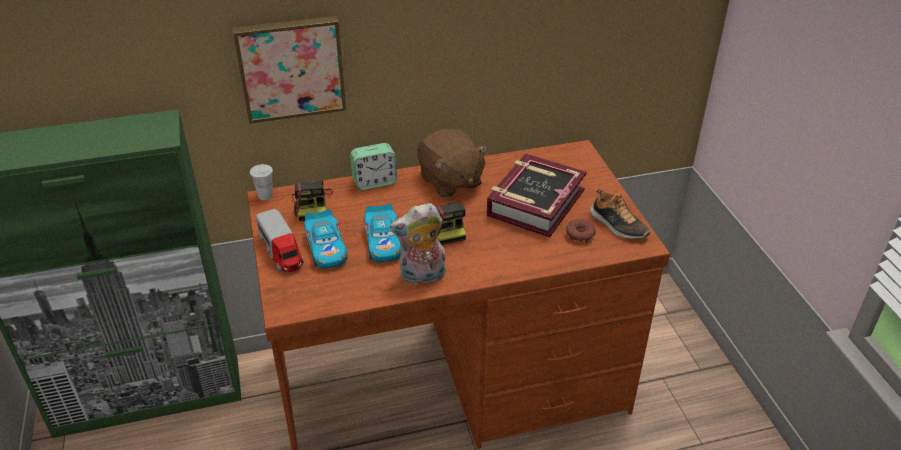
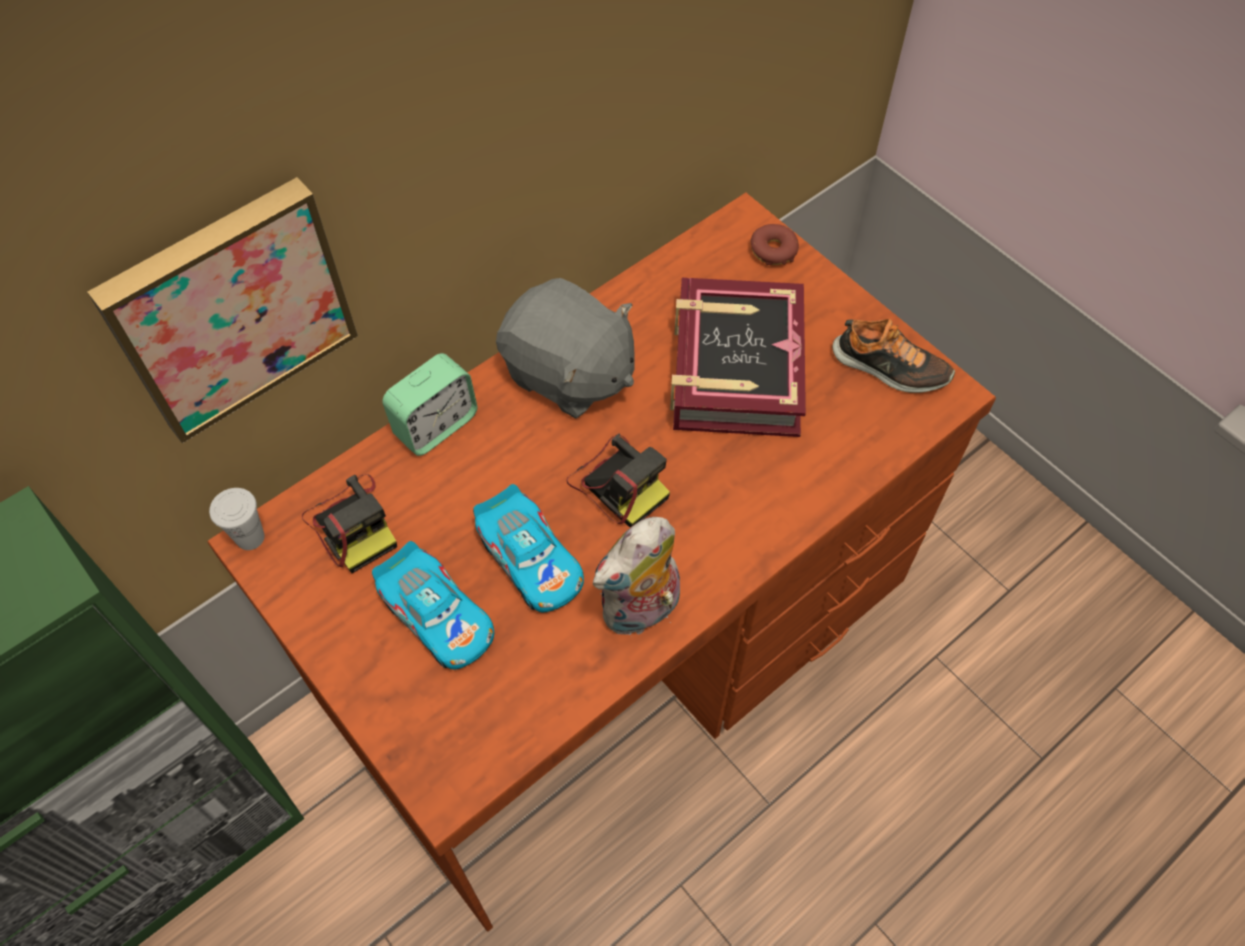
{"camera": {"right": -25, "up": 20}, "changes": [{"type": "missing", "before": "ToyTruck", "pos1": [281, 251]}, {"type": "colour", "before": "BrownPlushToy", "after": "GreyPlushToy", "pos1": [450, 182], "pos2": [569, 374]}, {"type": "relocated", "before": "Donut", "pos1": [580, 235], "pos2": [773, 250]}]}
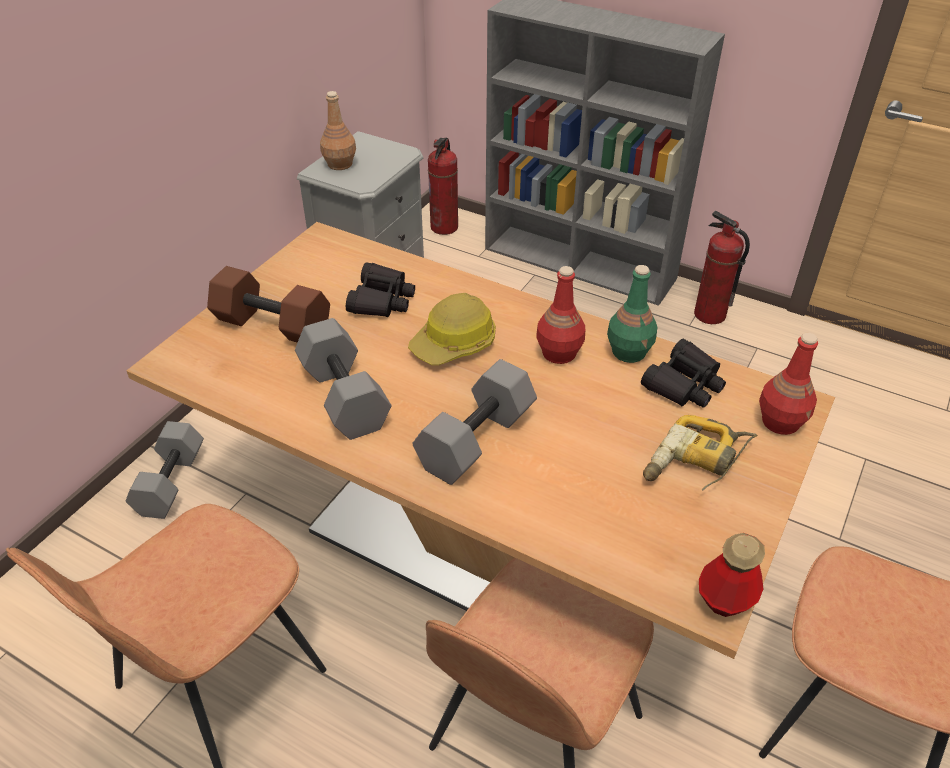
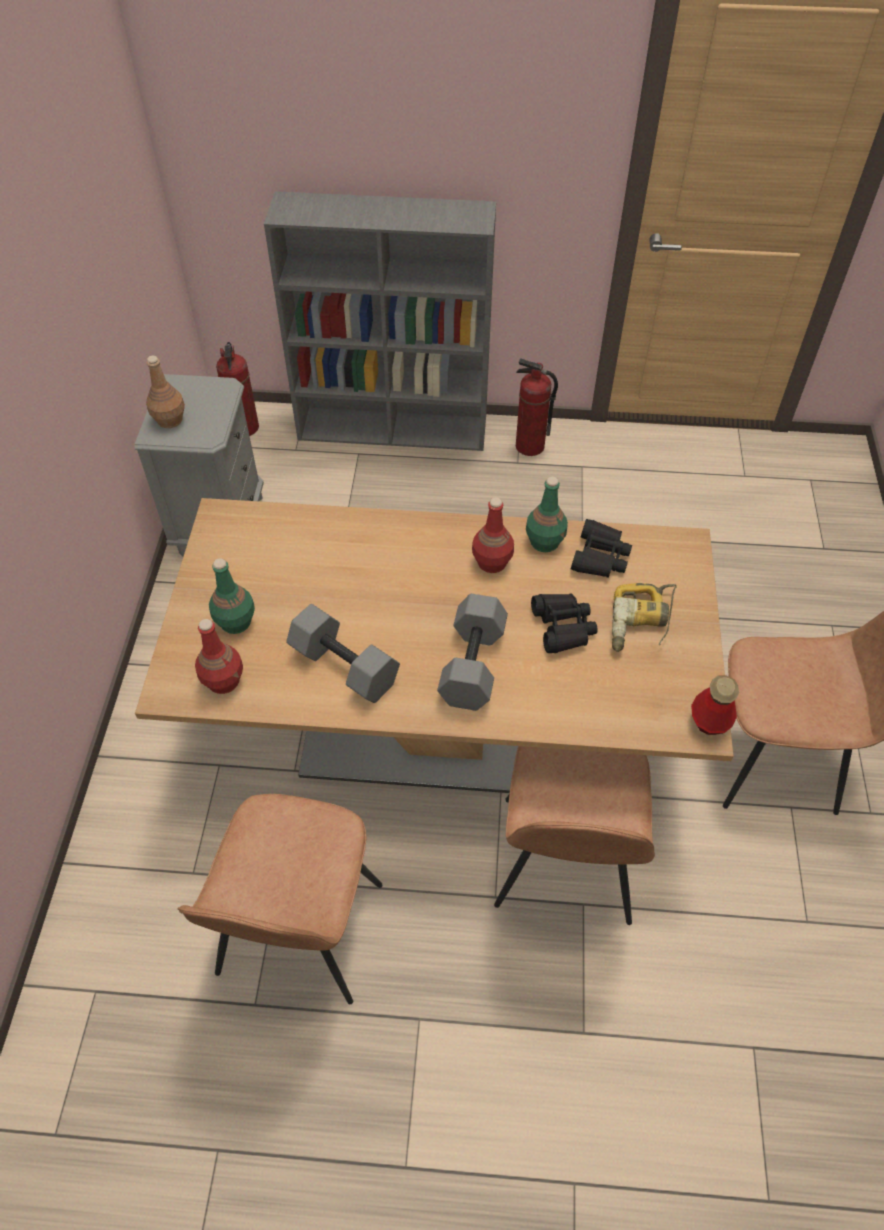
{"camera": {"right": -25, "up": 10}, "changes": [{"type": "missing", "before": "GreyDumbbell", "pos1": [169, 481]}, {"type": "exchanged", "before": "BrownDumbbell", "after": "GreenBottle", "pos1": [271, 326], "pos2": [235, 622]}, {"type": "relocated", "before": "BlackBinoculars", "pos1": [381, 300], "pos2": [563, 627]}, {"type": "missing", "before": "HardHat", "pos1": [454, 343]}, {"type": "relocated", "before": "RedBottle", "pos1": [780, 421], "pos2": [223, 680]}]}
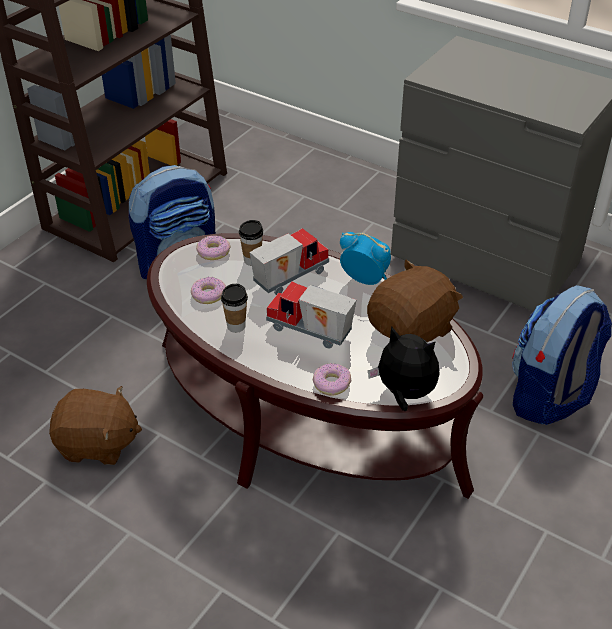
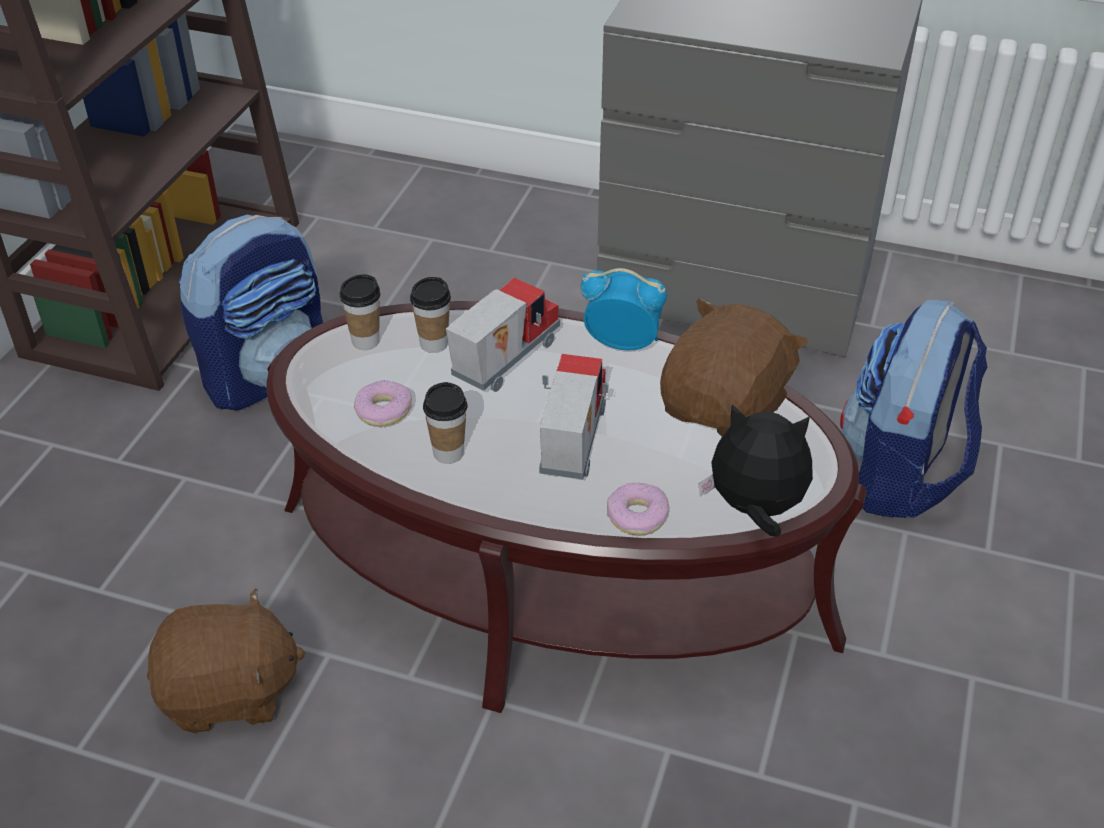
{"camera": {"right": -15, "up": 0}, "changes": [{"type": "exchanged", "before": "Donut", "after": "Cup", "pos1": [213, 252], "pos2": [365, 341]}, {"type": "spun", "before": "ToyTruck", "pos1": [309, 333], "pos2": [570, 442], "turn": 90}]}
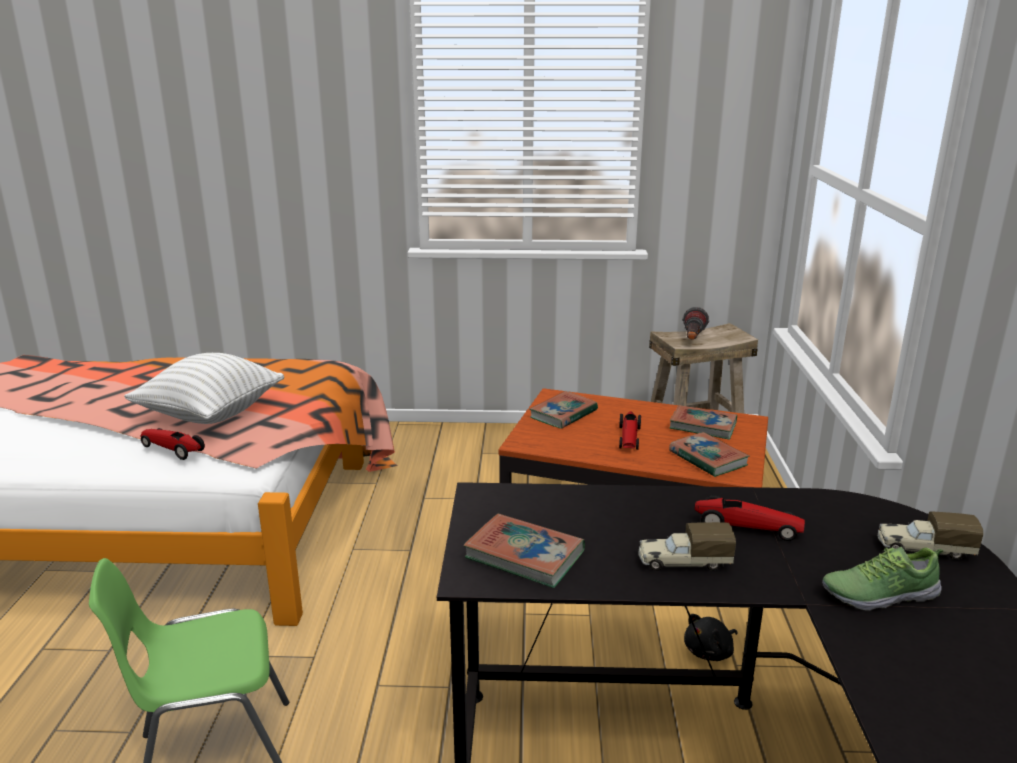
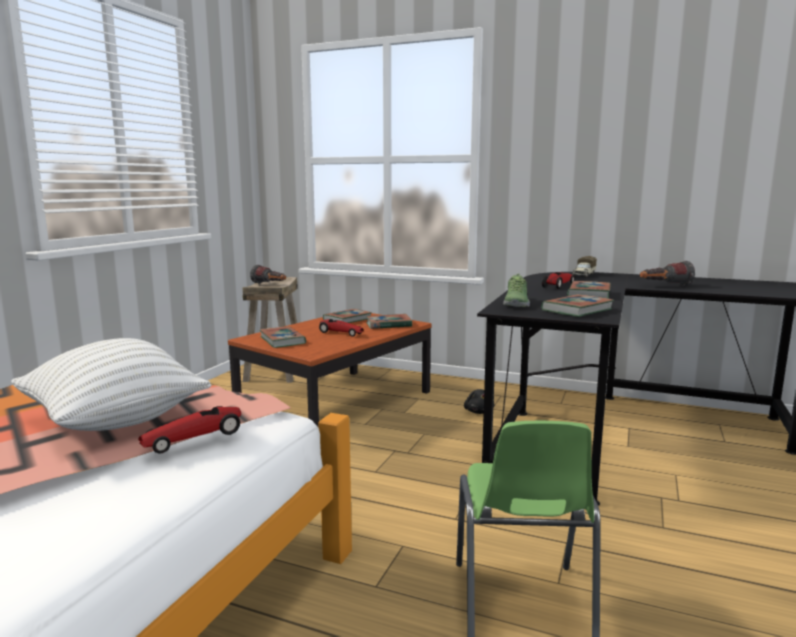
{"camera": {"right": -70, "up": -10}, "changes": [{"type": "exchanged", "before": "ToyTruck", "after": "Book", "pos1": [683, 562], "pos2": [589, 294]}, {"type": "relocated", "before": "Shoe", "pos1": [878, 594], "pos2": [515, 303]}, {"type": "appeared", "after": "Flashlight", "pos2": [664, 286]}]}
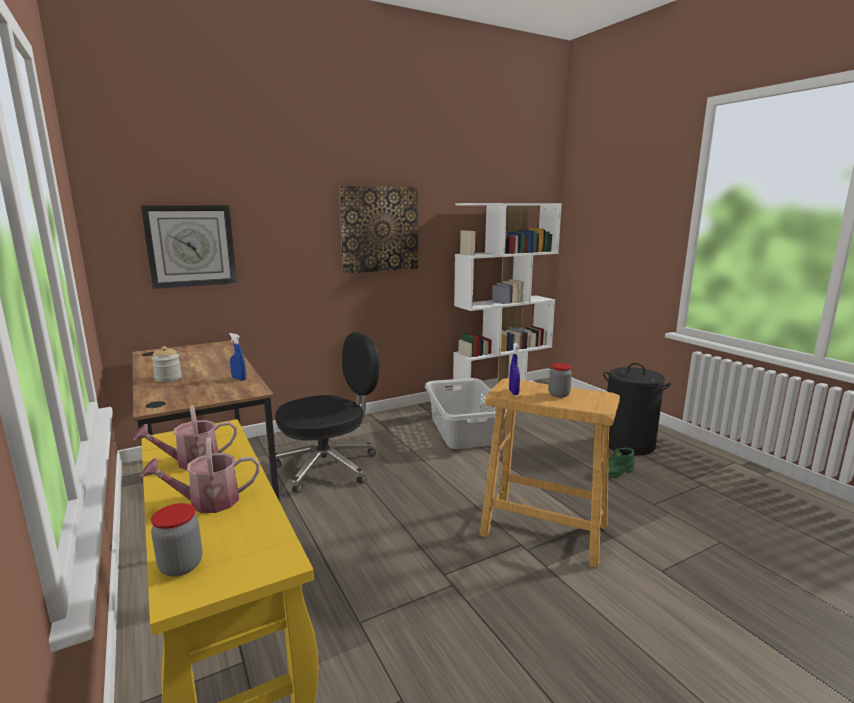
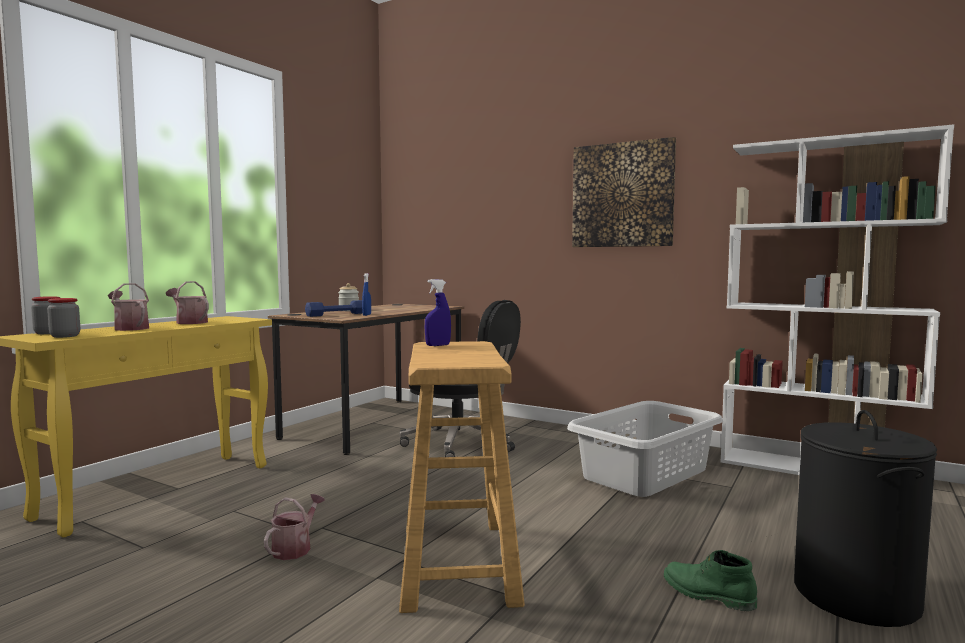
{"camera": {"right": 60, "up": -10}, "changes": [{"type": "missing", "before": "WallClock", "pos1": [191, 246]}, {"type": "relocated", "before": "Jar", "pos1": [559, 394], "pos2": [65, 336]}, {"type": "appeared", "after": "WateringCan", "pos2": [295, 548]}, {"type": "appeared", "after": "BlueDumbbell", "pos2": [337, 314]}]}
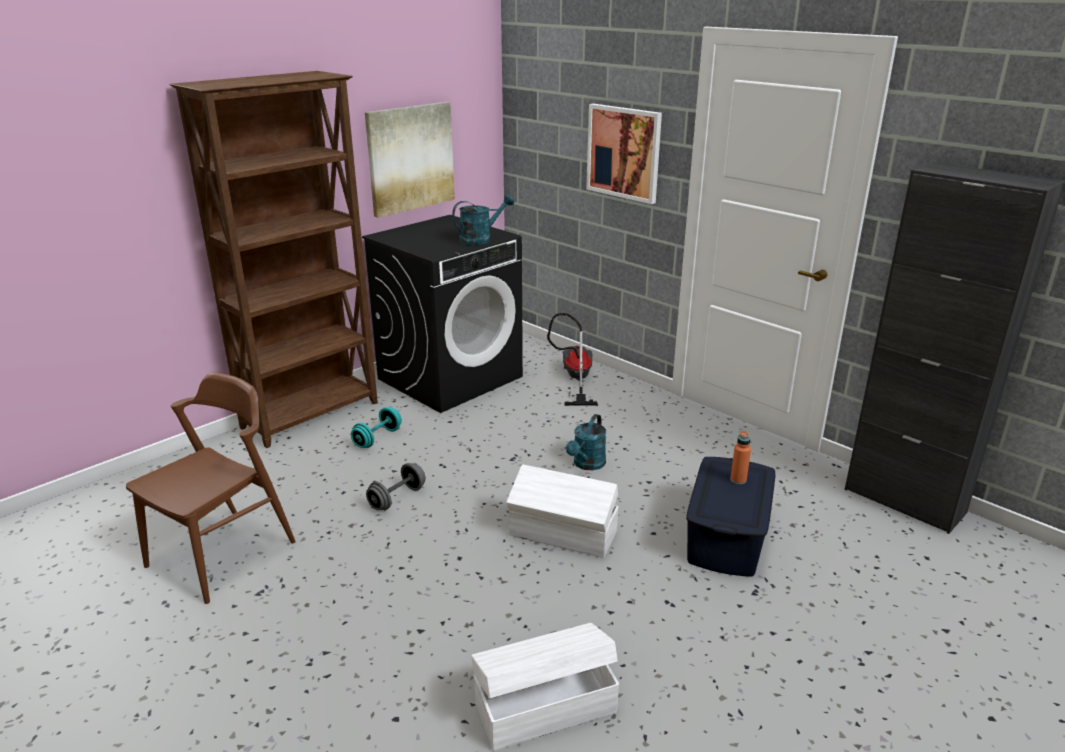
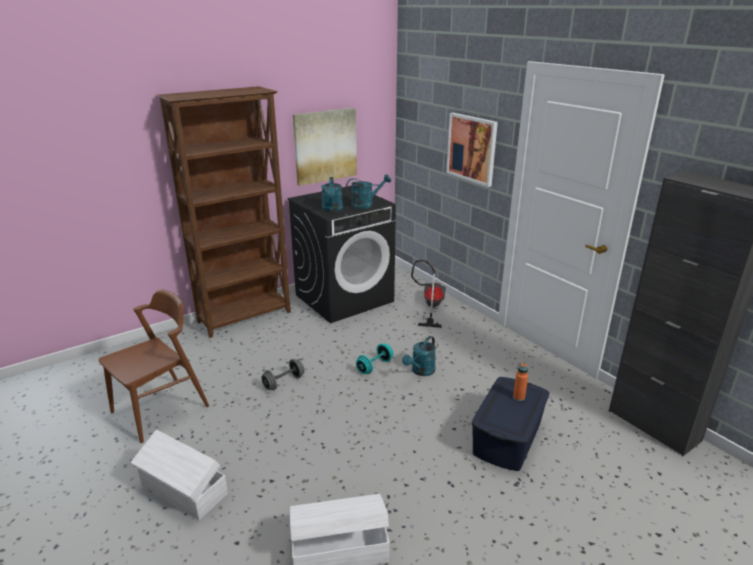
{"camera": {"right": 10, "up": 0}, "changes": [{"type": "relocated", "before": "TurquoiseDumbbell", "pos1": [377, 438], "pos2": [374, 366]}, {"type": "relocated", "before": "WhiteStorageBox", "pos1": [563, 534], "pos2": [184, 491]}, {"type": "appeared", "after": "TurquoiseWateringCan", "pos2": [332, 210]}]}
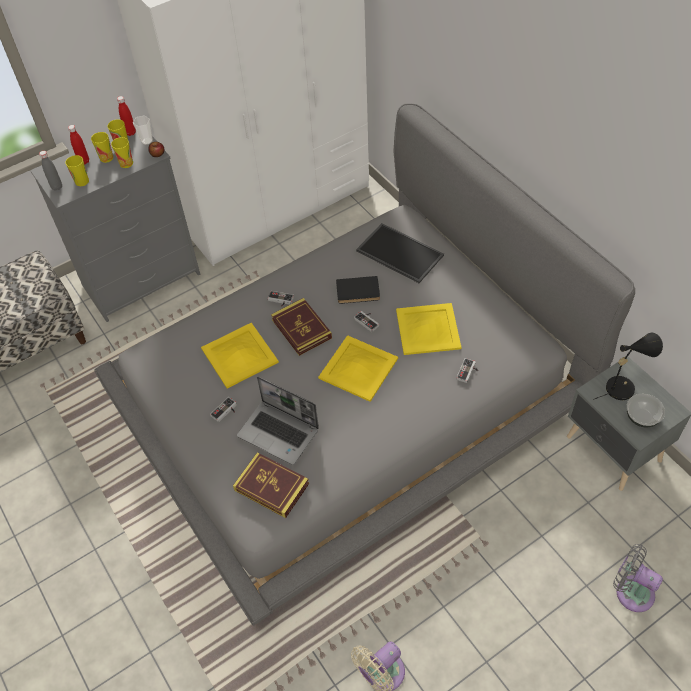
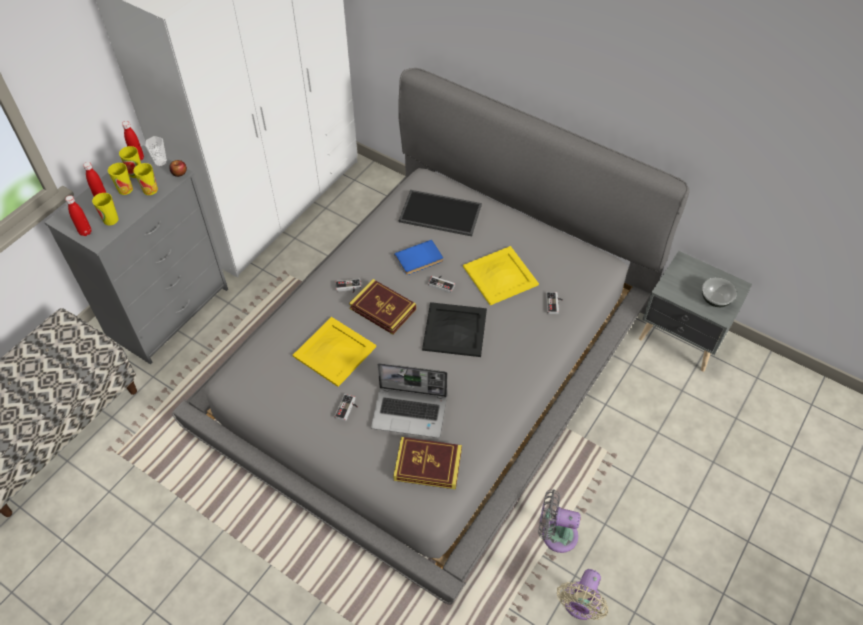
{"camera": {"right": -25, "up": 0}, "changes": [{"type": "colour", "before": "GreyBottle", "after": "RedBottle", "pos1": [57, 187], "pos2": [85, 232]}, {"type": "colour", "before": "YellowTray", "after": "BlackTray", "pos1": [359, 368], "pos2": [455, 329]}, {"type": "colour", "before": "BlackBook", "after": "BlueBook", "pos1": [358, 292], "pos2": [419, 260]}, {"type": "missing", "before": "BlackTableLamp", "pos1": [623, 386]}, {"type": "relocated", "before": "GreyFan", "pos1": [631, 591], "pos2": [555, 534]}]}
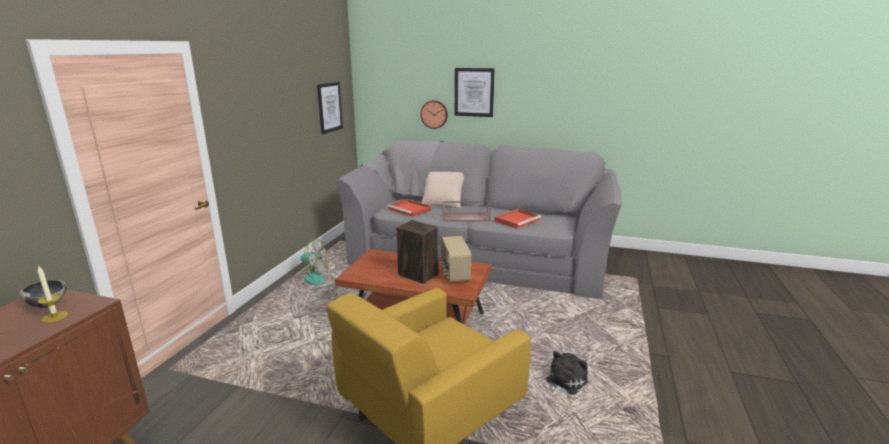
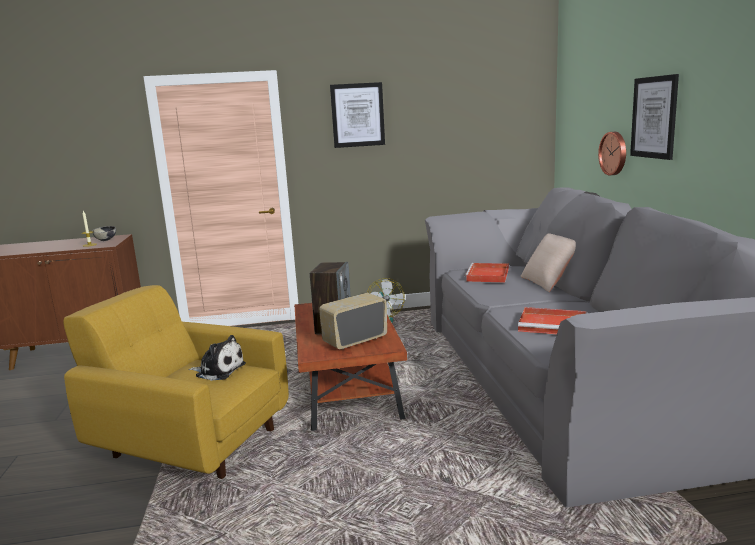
{"camera": {"right": 65, "up": -5}, "changes": [{"type": "relocated", "before": "Picture", "pos1": [329, 107], "pos2": [357, 115]}, {"type": "missing", "before": "BrownTray", "pos1": [466, 217]}, {"type": "relocated", "before": "PlushToy", "pos1": [564, 382], "pos2": [218, 370]}]}
